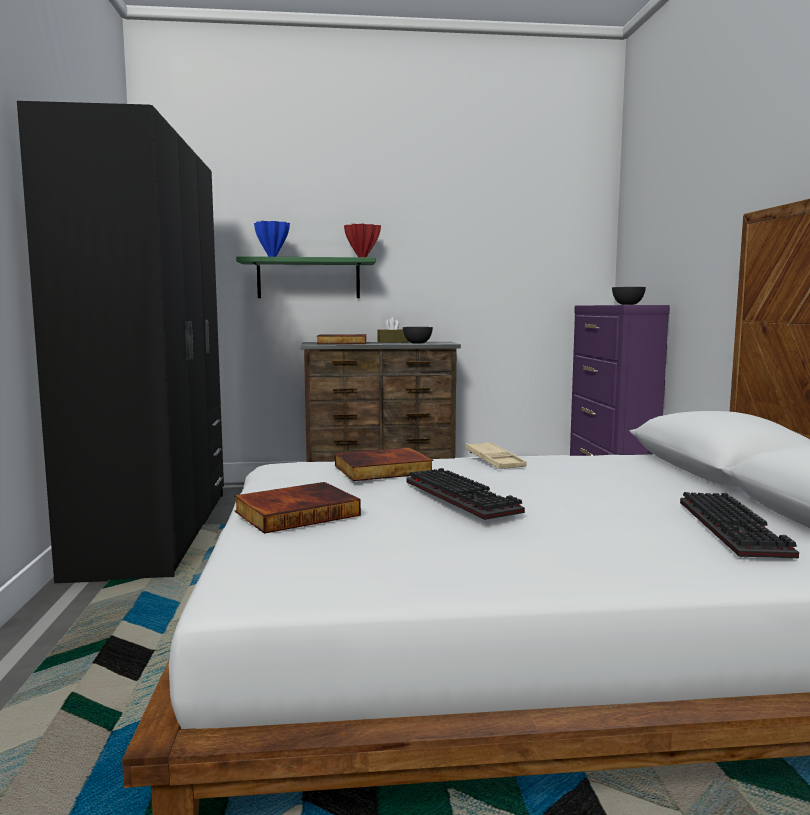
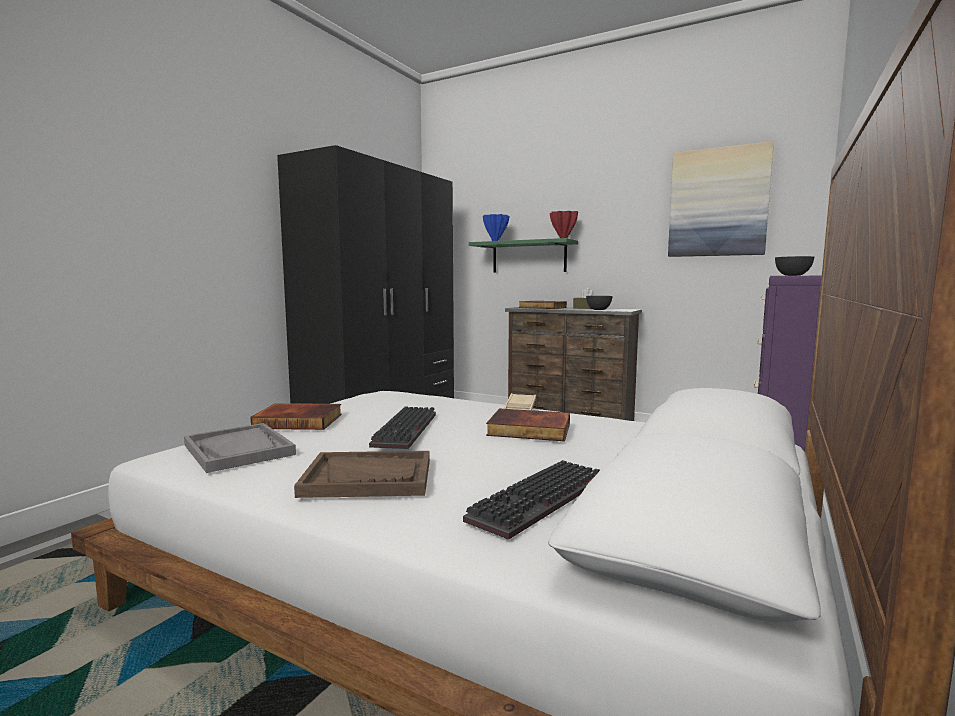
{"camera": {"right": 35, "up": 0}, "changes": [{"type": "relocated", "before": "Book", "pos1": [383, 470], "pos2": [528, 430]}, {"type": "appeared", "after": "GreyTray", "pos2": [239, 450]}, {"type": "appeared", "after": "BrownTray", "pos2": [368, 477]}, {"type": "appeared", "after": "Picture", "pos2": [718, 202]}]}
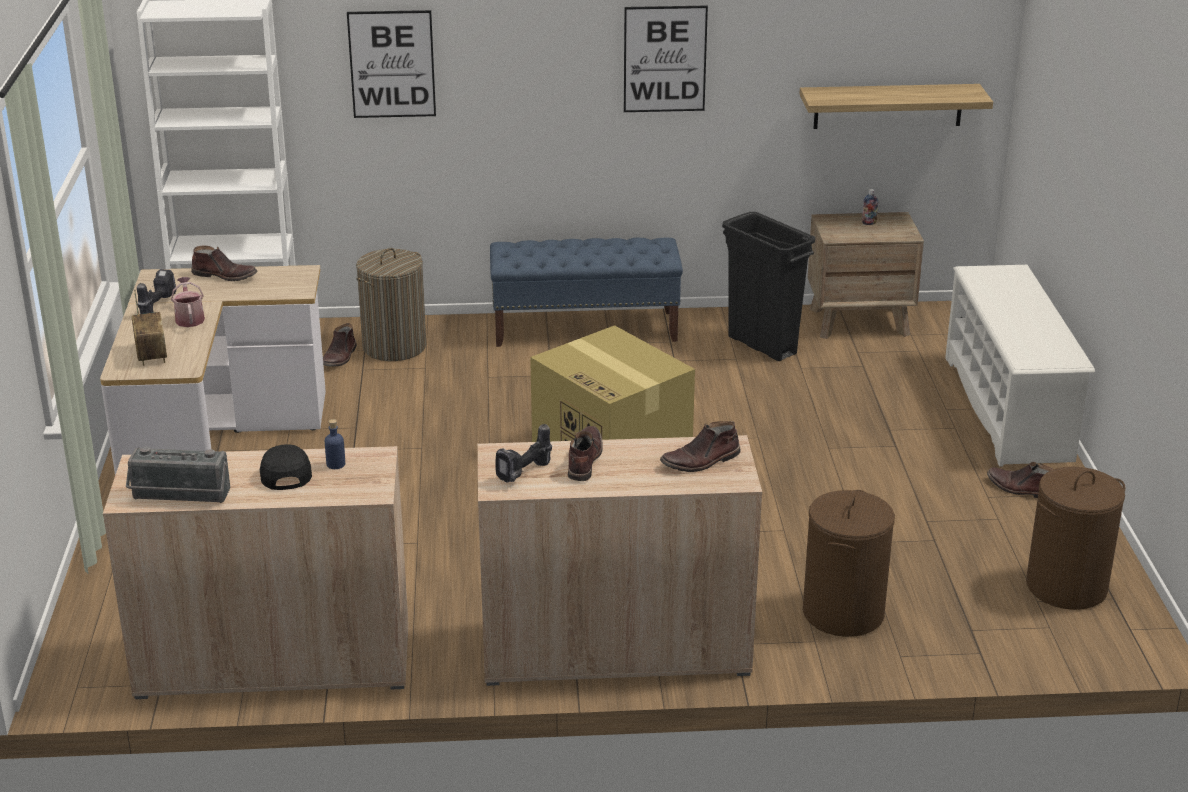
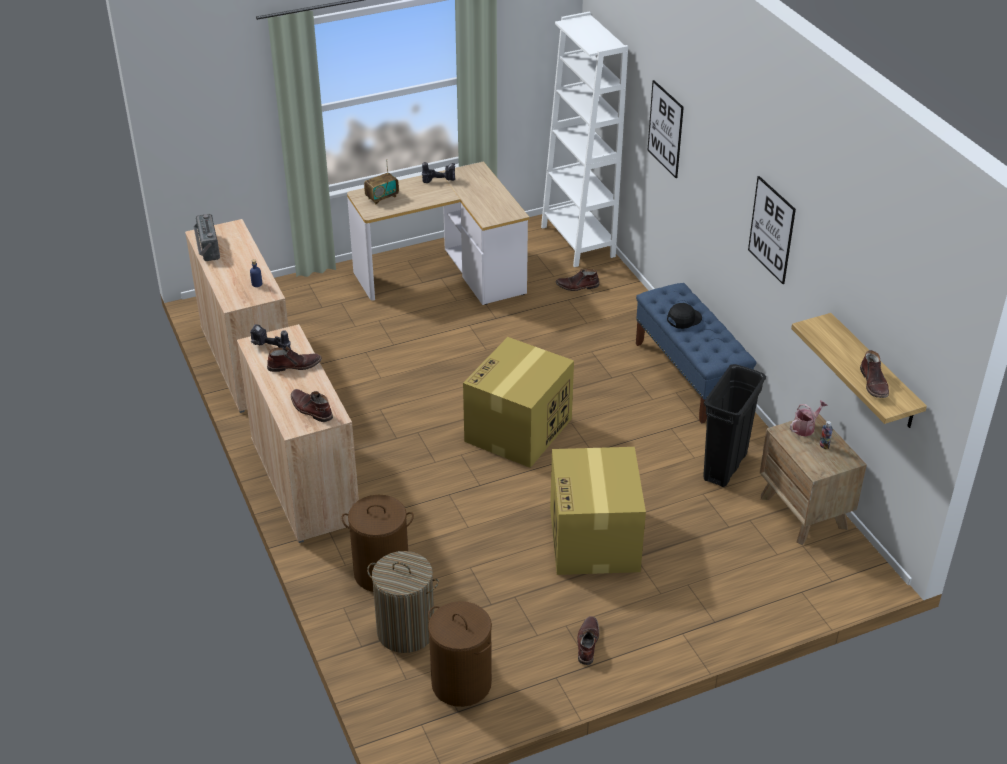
{"camera": {"right": 70, "up": 10}, "changes": [{"type": "relocated", "before": "WateringCan", "pos1": [189, 318], "pos2": [805, 428]}, {"type": "relocated", "before": "BrownBoot", "pos1": [225, 275], "pos2": [874, 384]}, {"type": "relocated", "before": "BlackCap", "pos1": [285, 473], "pos2": [684, 319]}, {"type": "relocated", "before": "LaundryBasket", "pos1": [394, 346], "pos2": [406, 631]}, {"type": "missing", "before": "WhiteShoeRack", "pos1": [1008, 408]}, {"type": "appeared", "after": "CardboardBox", "pos2": [594, 540]}]}
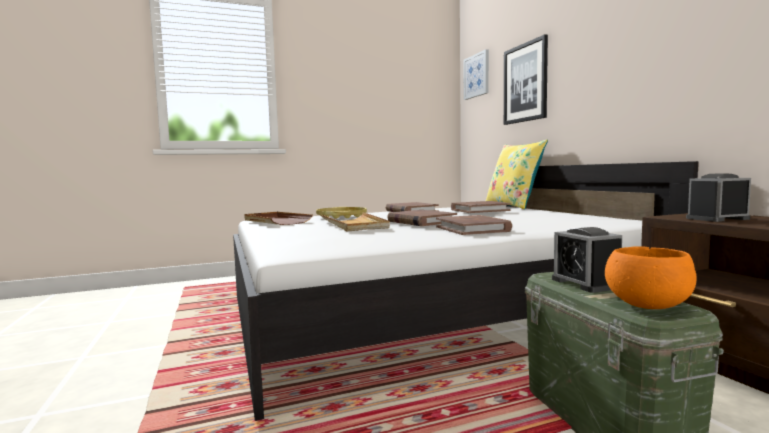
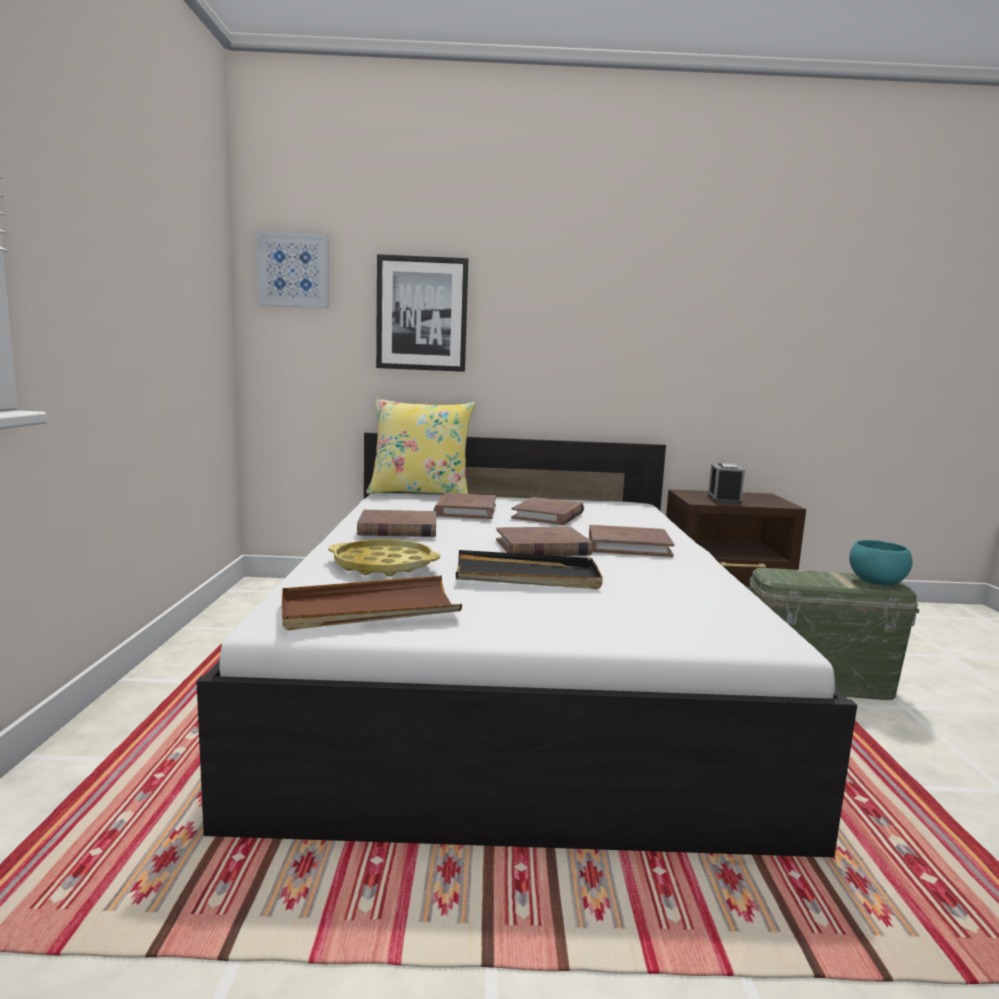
{"camera": {"right": -70, "up": 5}, "changes": [{"type": "colour", "before": "BeigeTray", "after": "BlackTray", "pos1": [354, 225], "pos2": [527, 576]}, {"type": "missing", "before": "AlarmClock", "pos1": [585, 283]}, {"type": "colour", "before": "OrangeBowl", "after": "TurquoiseBowl", "pos1": [646, 305], "pos2": [876, 583]}, {"type": "appeared", "after": "BrownBook", "pos2": [548, 515]}]}
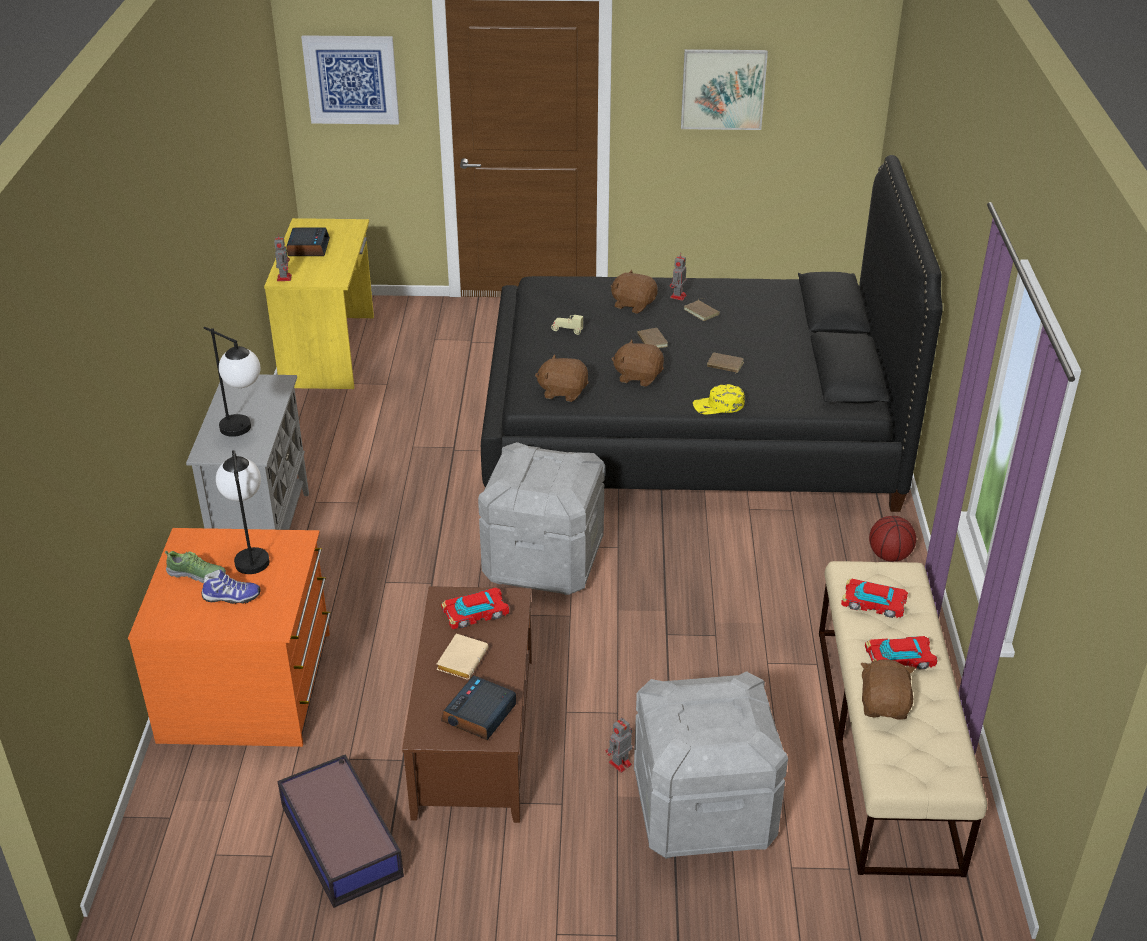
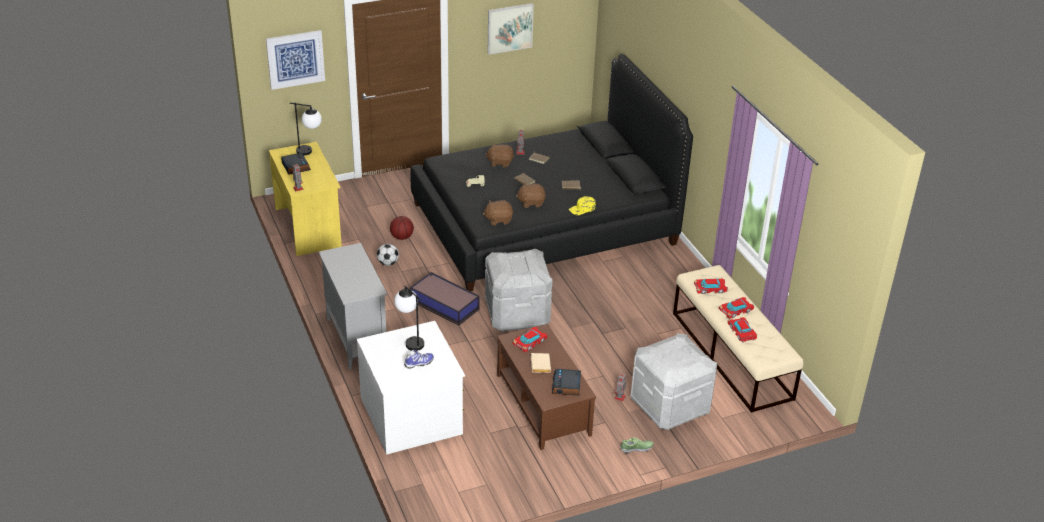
{"camera": {"right": -25, "up": 0}, "changes": [{"type": "colour", "before": "OrangeDresser", "after": "WhiteDresser", "pos1": [249, 687], "pos2": [412, 415]}, {"type": "relocated", "before": "Shoe", "pos1": [197, 574], "pos2": [636, 448]}, {"type": "relocated", "before": "TableLamp", "pos1": [244, 432], "pos2": [310, 152]}, {"type": "relocated", "before": "StorageBox", "pos1": [341, 839], "pos2": [444, 304]}, {"type": "exchanged", "before": "BrownPlushToy", "after": "ToyCar", "pos1": [884, 705], "pos2": [741, 332]}, {"type": "relocated", "before": "Basketball", "pos1": [889, 555], "pos2": [402, 237]}, {"type": "appeared", "after": "Football", "pos2": [388, 263]}]}
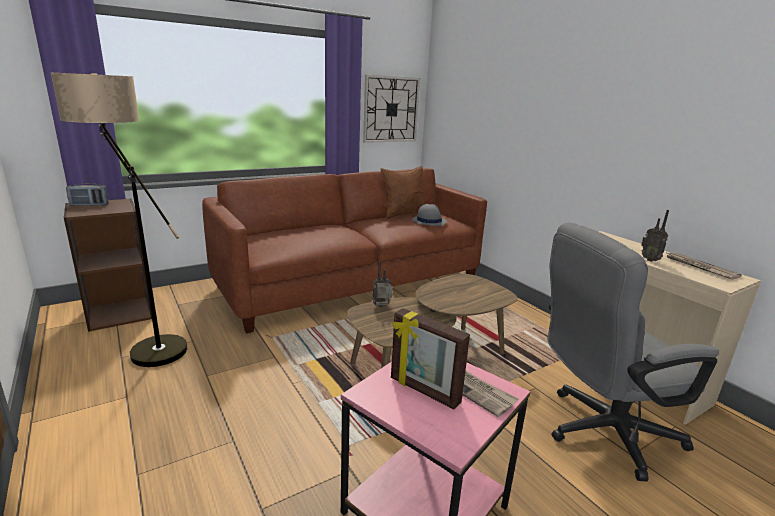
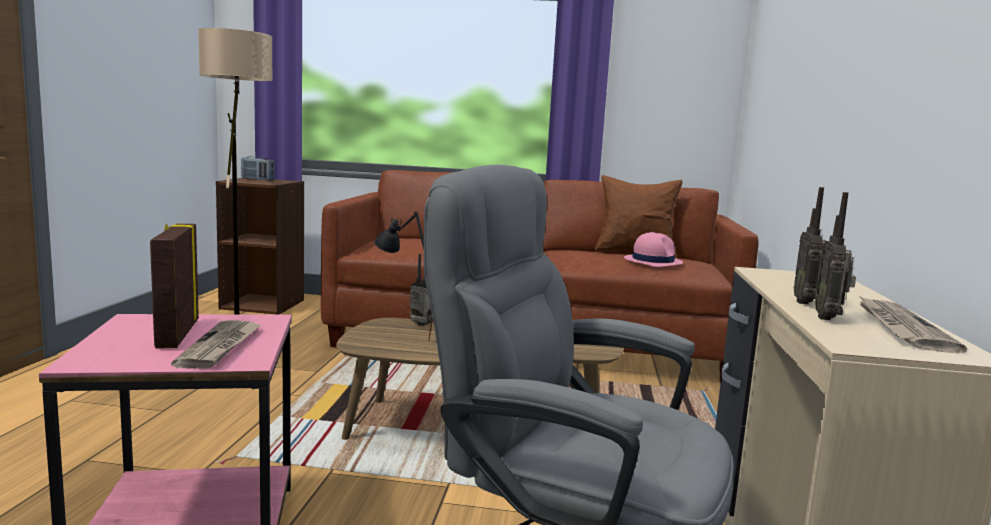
{"camera": {"right": 40, "up": -10}, "changes": [{"type": "missing", "before": "WallClock", "pos1": [391, 109]}, {"type": "colour", "before": "GreyHat", "after": "PinkHat", "pos1": [429, 221], "pos2": [652, 261]}, {"type": "appeared", "after": "BlackTableLamp", "pos2": [402, 335]}, {"type": "appeared", "after": "Radio", "pos2": [830, 318]}]}
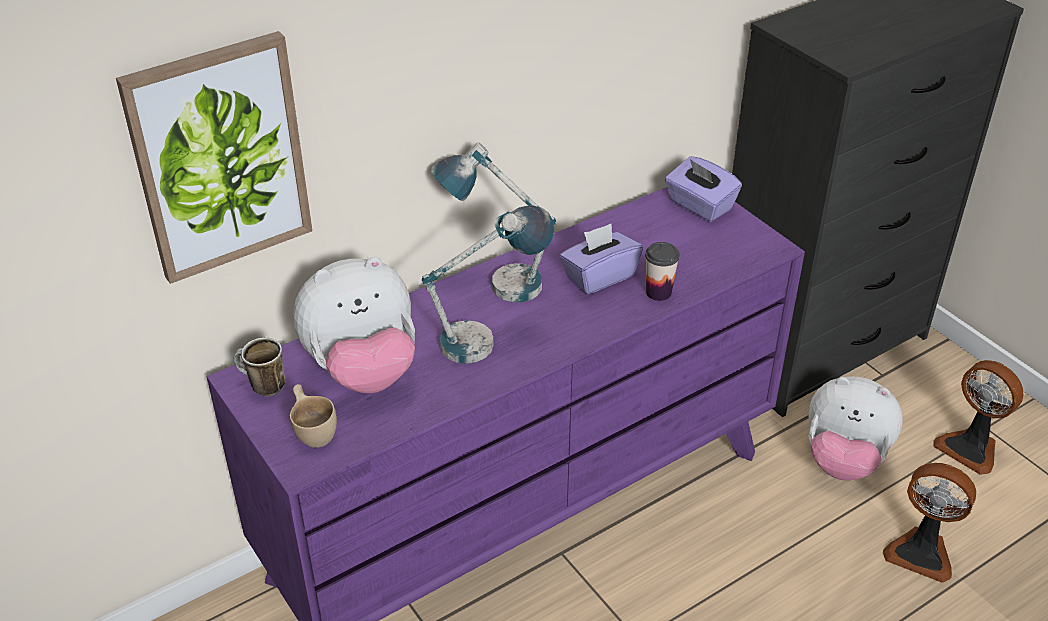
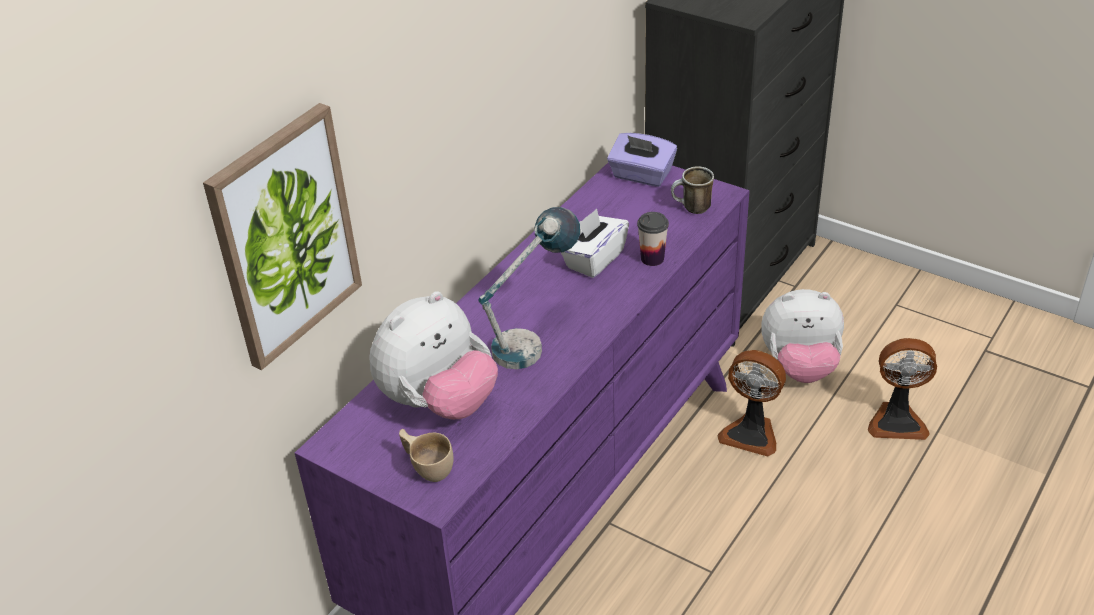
{"camera": {"right": -20, "up": 0}, "changes": [{"type": "relocated", "before": "Mug", "pos1": [262, 386], "pos2": [691, 209]}, {"type": "missing", "before": "TableLamp", "pos1": [495, 283]}, {"type": "colour", "before": "PurpleTissueBox", "after": "WhiteTissueBox", "pos1": [599, 276], "pos2": [594, 259]}, {"type": "relocated", "before": "Fan", "pos1": [970, 448], "pos2": [751, 433]}]}
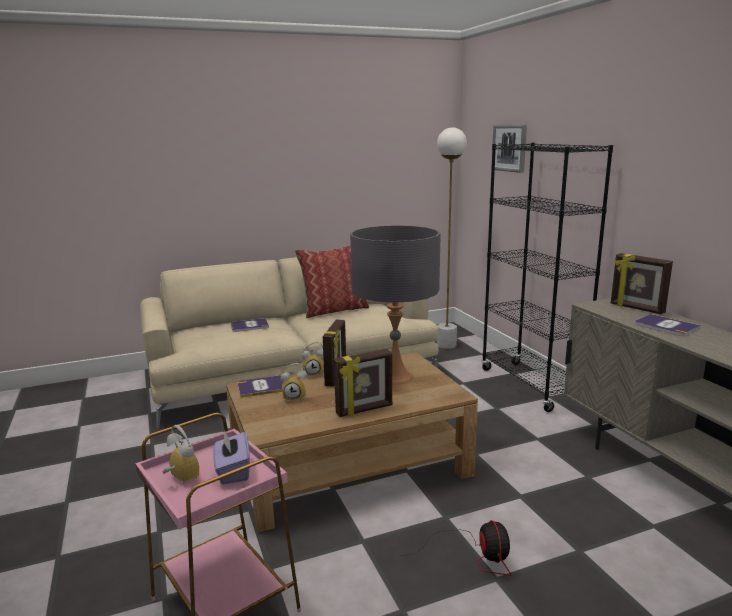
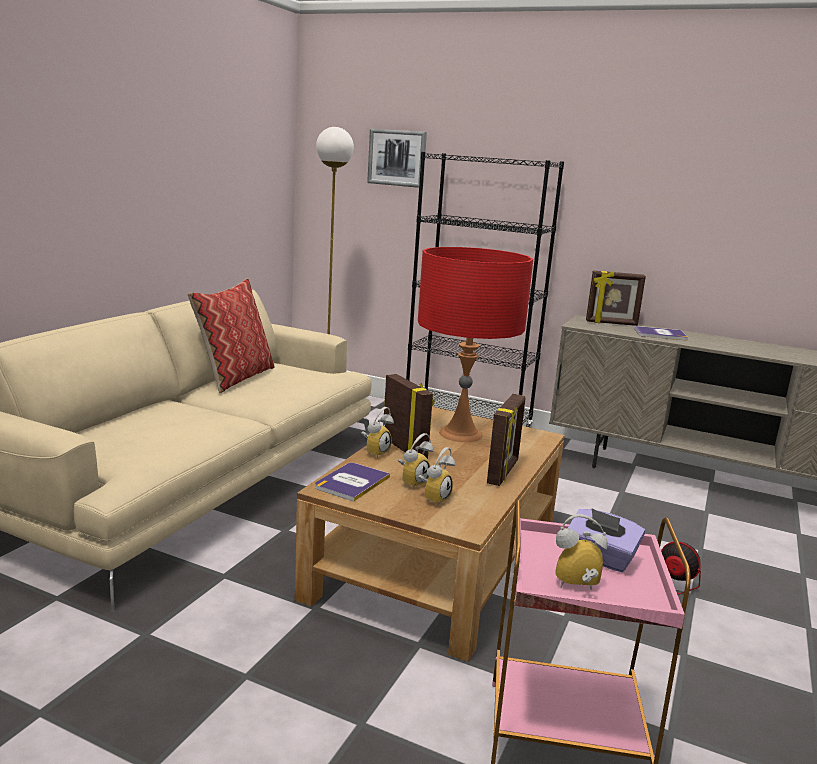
{"camera": {"right": -45, "up": 0}, "changes": [{"type": "missing", "before": "Book", "pos1": [249, 326]}, {"type": "colour", "before": "GreyTableLamp", "after": "RedTableLamp", "pos1": [395, 377], "pos2": [460, 434]}, {"type": "appeared", "after": "AlarmClock", "pos2": [434, 498]}]}
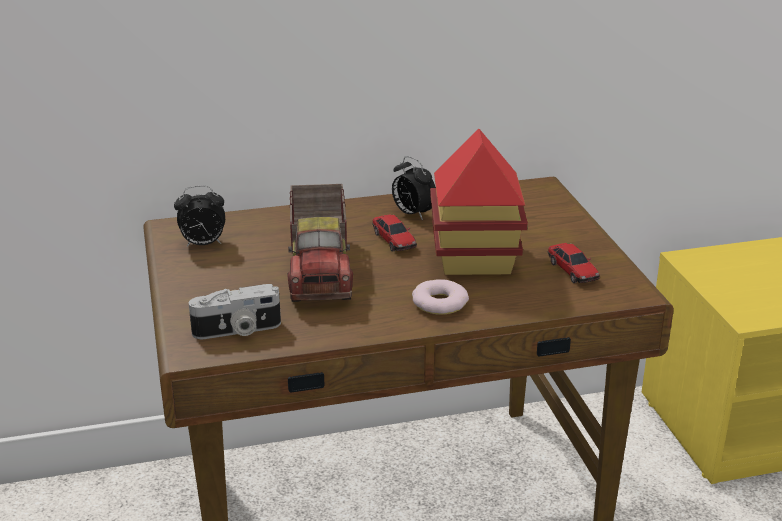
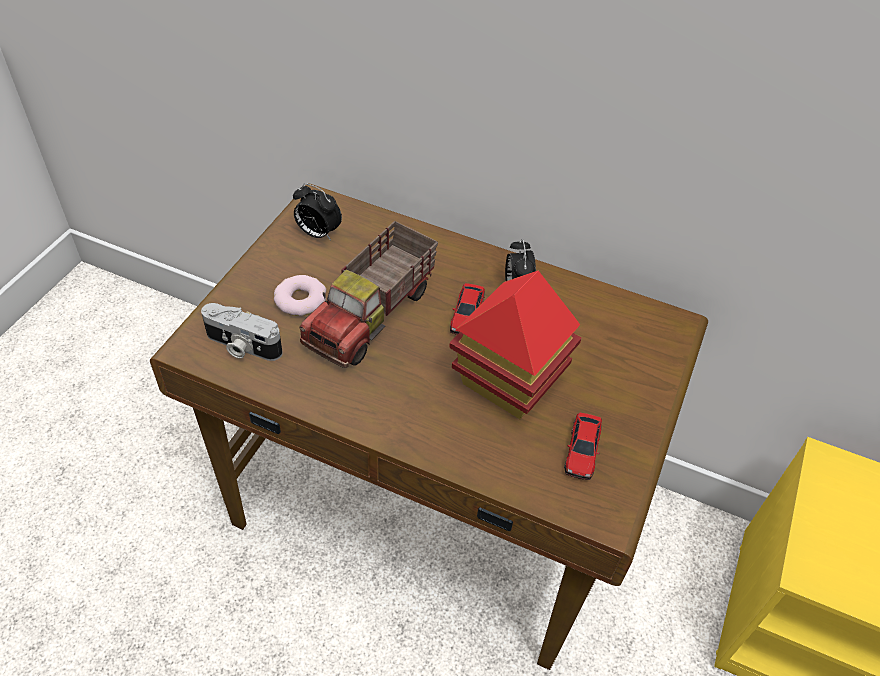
{"camera": {"right": 35, "up": 20}, "changes": [{"type": "relocated", "before": "Donut", "pos1": [439, 303], "pos2": [300, 299]}]}
